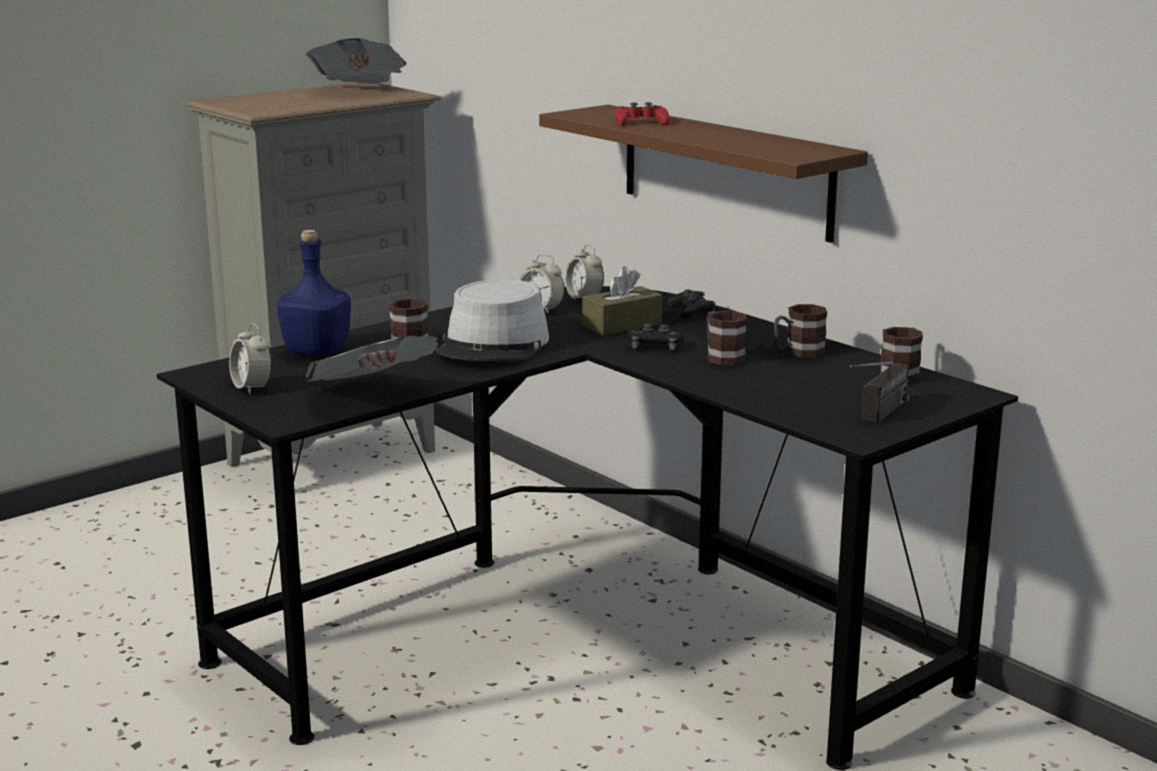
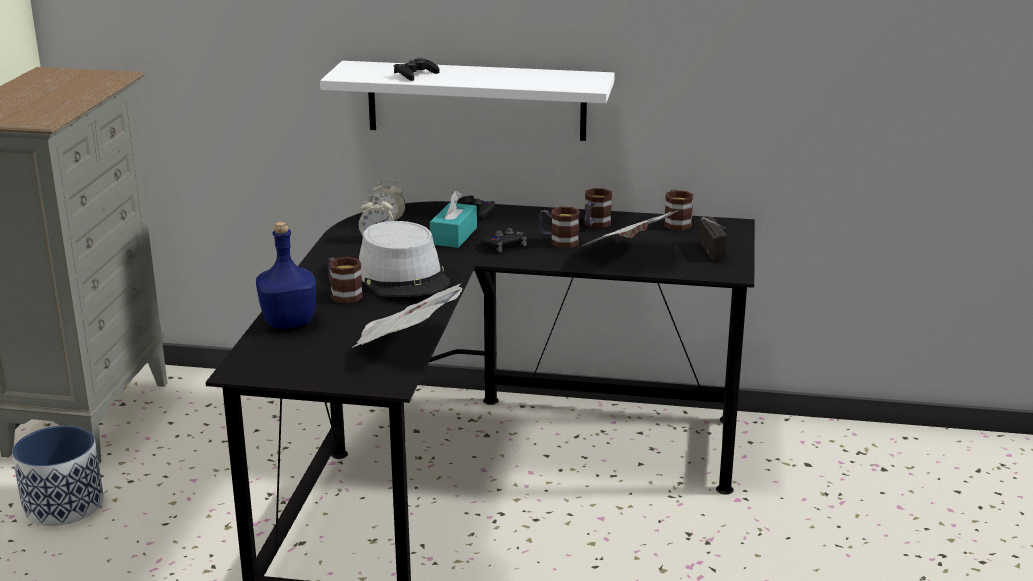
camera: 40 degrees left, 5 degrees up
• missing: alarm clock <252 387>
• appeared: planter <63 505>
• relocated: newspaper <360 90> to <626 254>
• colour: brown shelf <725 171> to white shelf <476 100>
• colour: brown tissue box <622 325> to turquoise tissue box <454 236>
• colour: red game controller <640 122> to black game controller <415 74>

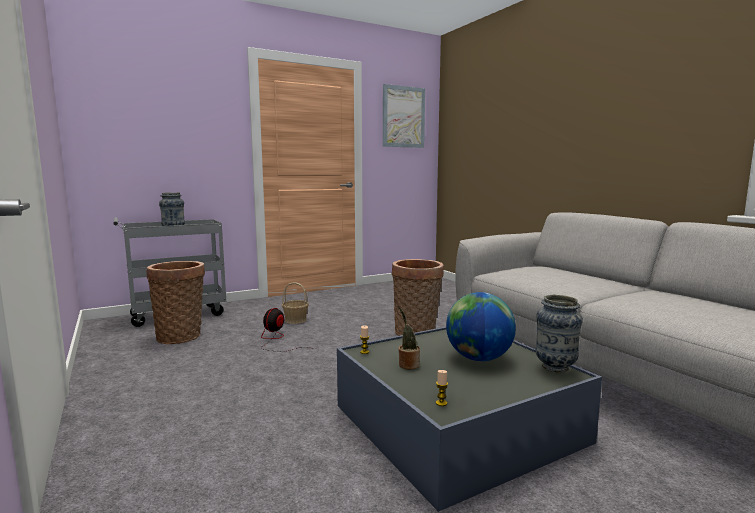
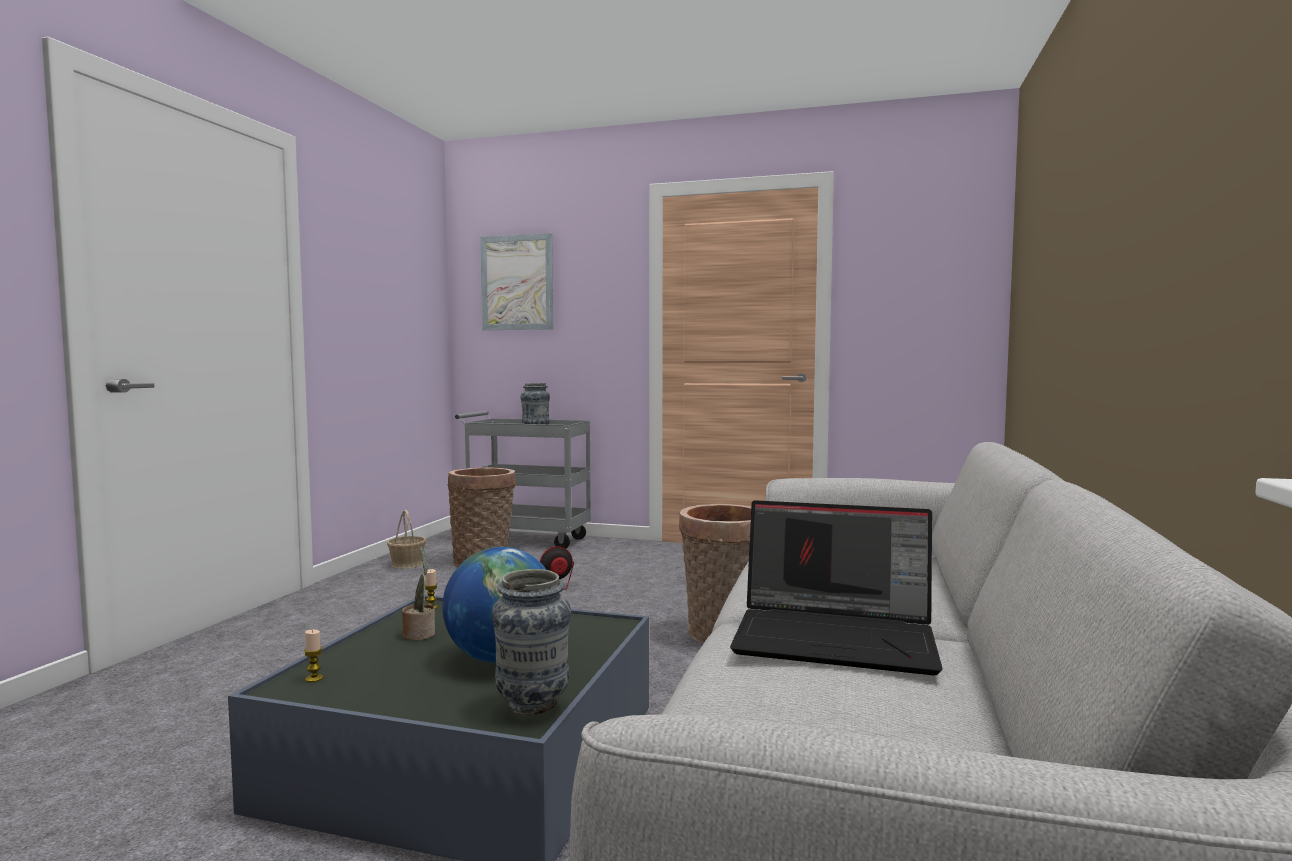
camera: 45 degrees right, 5 degrees down
• appeared: laptop <838 637>
• relocated: basket <295 320> to <407 564>
• relocated: picture <403 117> to <517 282>

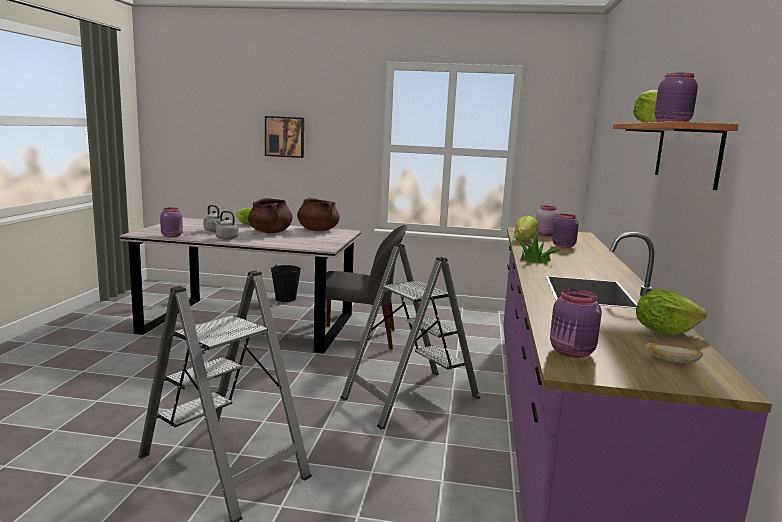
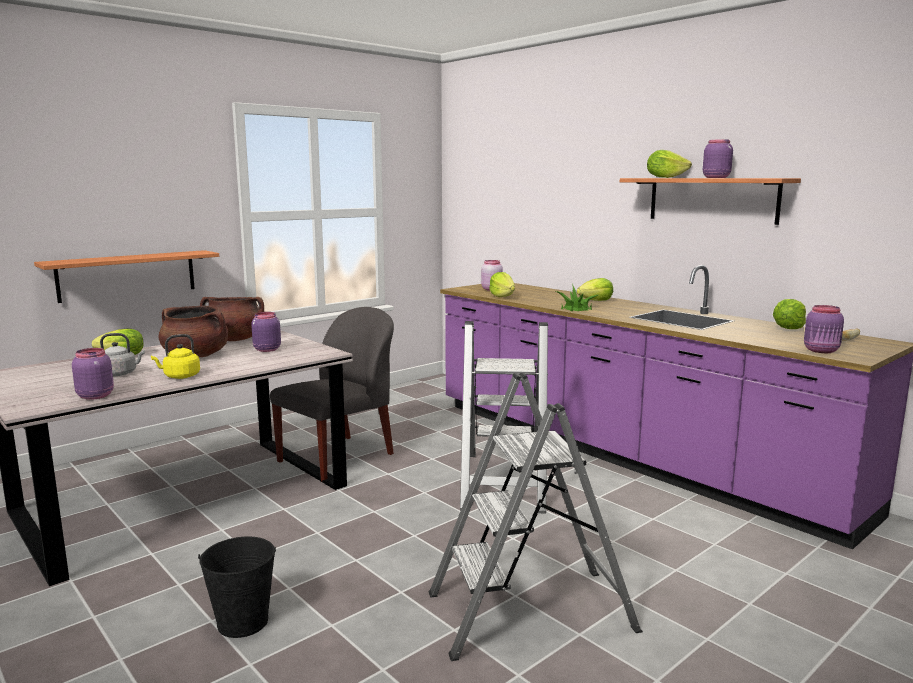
camera: 50 degrees left, 0 degrees up
• missing: picture <285 136>
• appeared: shelf <127 275>
• appeared: lettuce <595 301>
• relocated: black bucket <285 298> to <242 622>
• relocated: purple jar <563 246> to <266 349>
• colour: grey kettle <226 238> to yellow kettle <180 376>

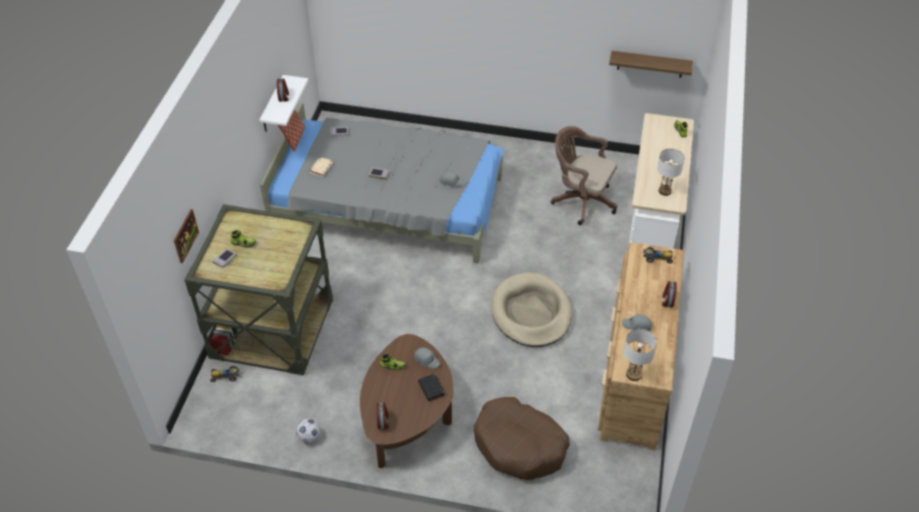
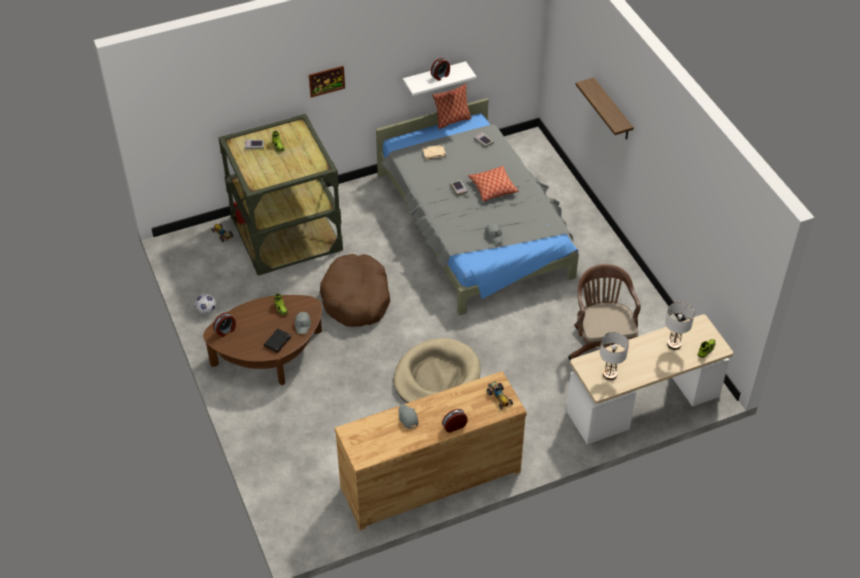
camera: 55 degrees right, 0 degrees up
• appeared: pillow <492 188>
• relocated: picture <185 236> to <326 81>
• relocated: brown dog bed <519 445> to <356 298>
• relocated: shelf <650 64> to <612 110>
• relocated: table lamp <634 374> to <674 344>

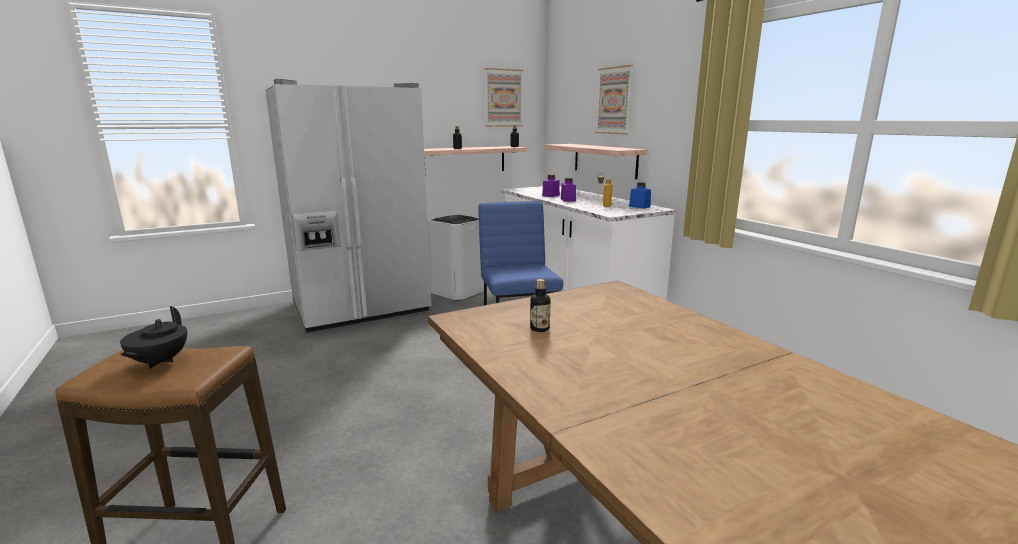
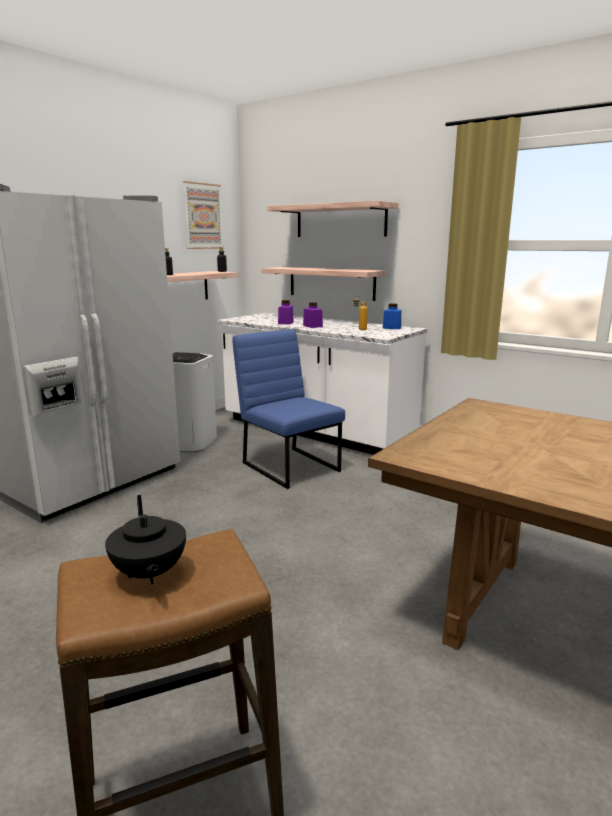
camera: 25 degrees left, 0 degrees up
• missing: bottle <539 328>
• exchanged: picture <614 100> to shelf <340 221>

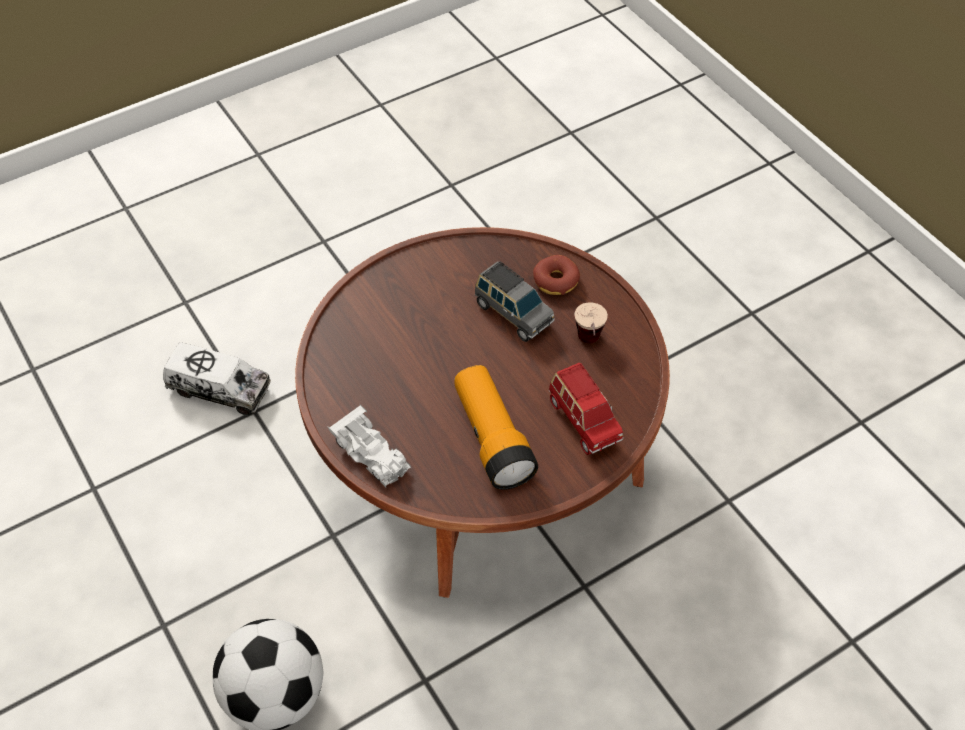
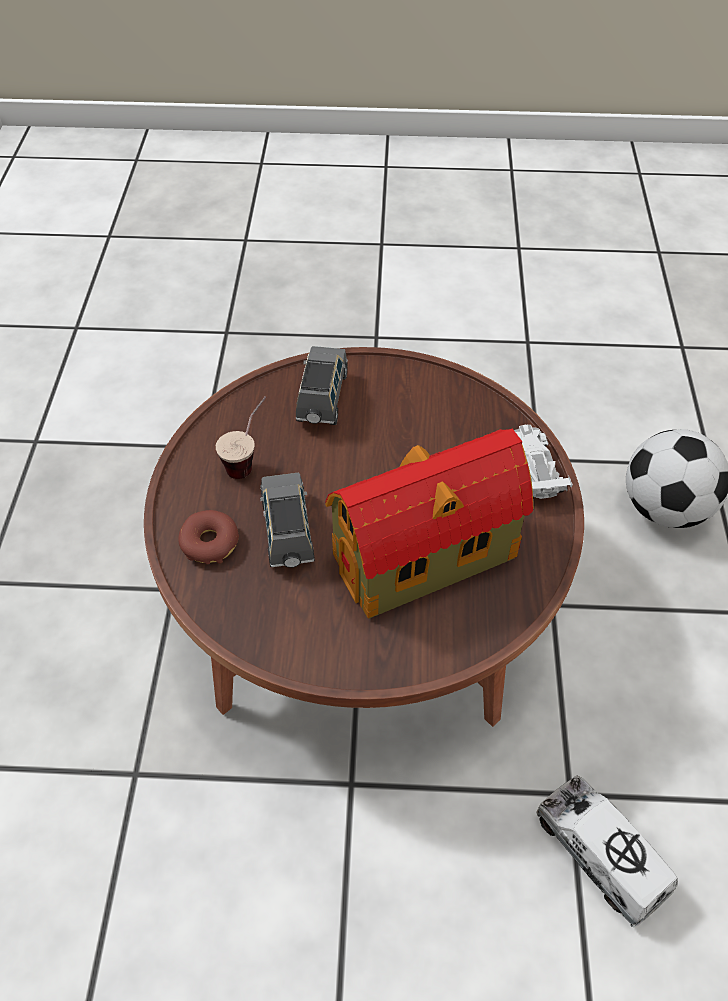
camera: 145 degrees left, 0 degrees up
• missing: flashlight <492 439>
• appeared: toy house <428 556>
• colour: red toy car <583 420> to grey toy car <322 398>

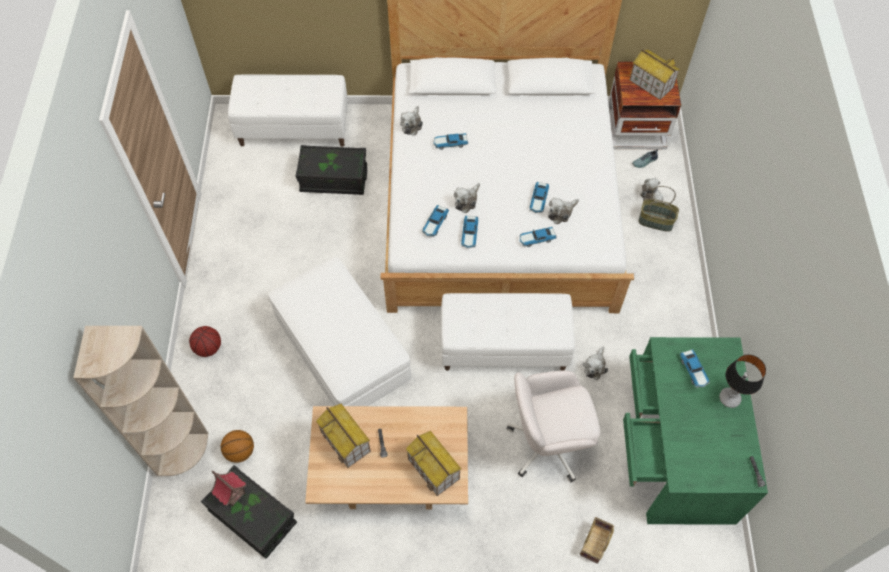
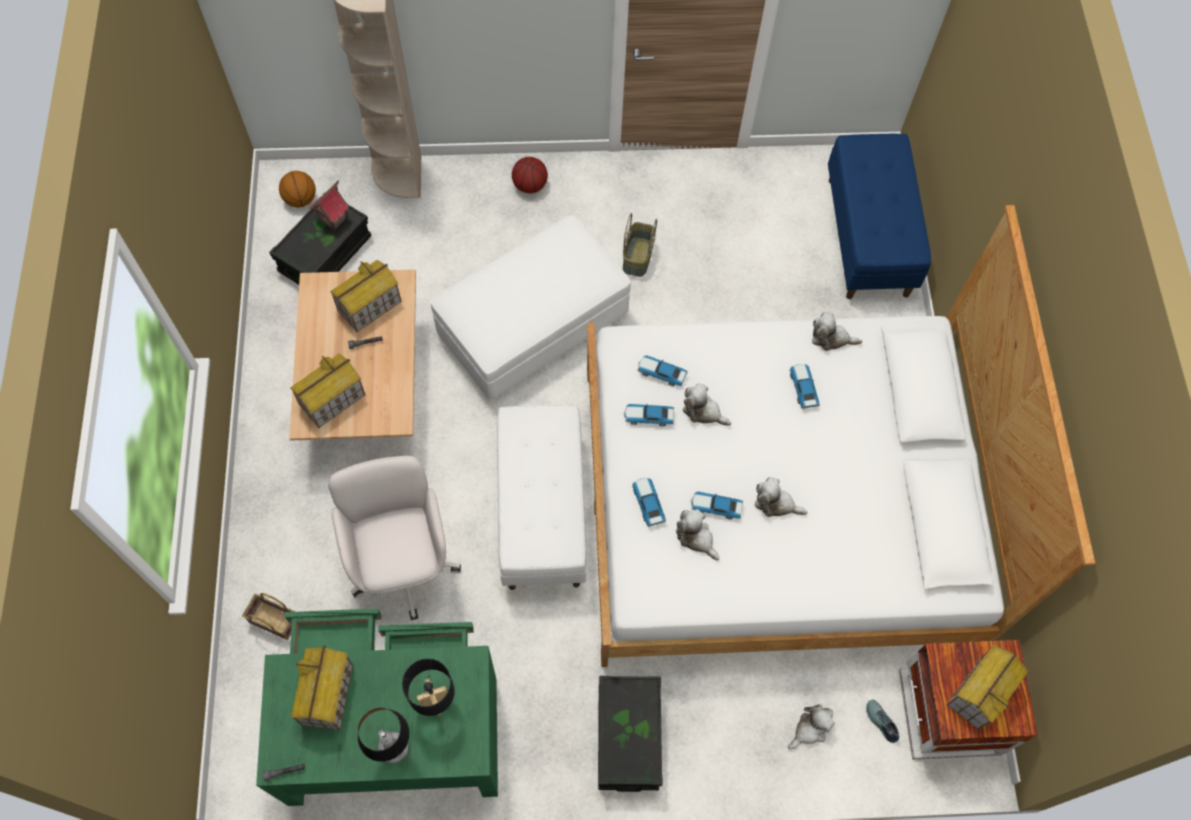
camera: 85 degrees right, 5 degrees up
• appeared: toy house <327 695>
• relocated: basketball <240 451> to <300 199>
• relocated: black storage box <334 179> to <628 737>
• relocated: plush toy <595 366> to <775 503>
• relocated: basket <656 221> to <638 257>
• exchanged: toy car <693 371> to black table lamp <435 702>
• colour: white bench <294 128> to blue bench <868 237>

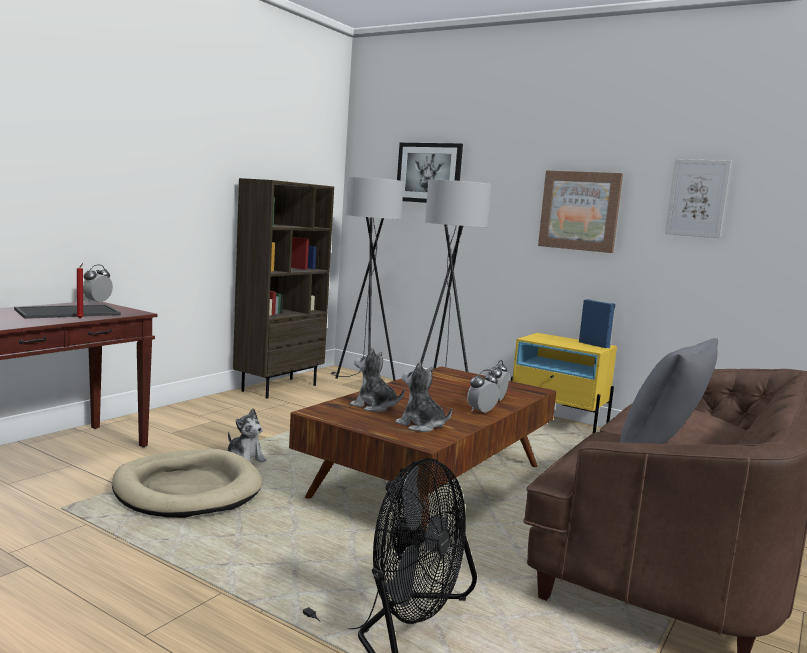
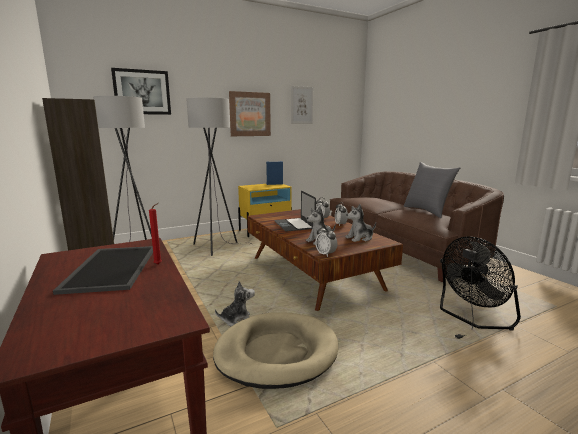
camera: 60 degrees left, 5 degrees up
• appeared: laptop <294 225>
• relocated: alarm clock <97 302> to <325 254>

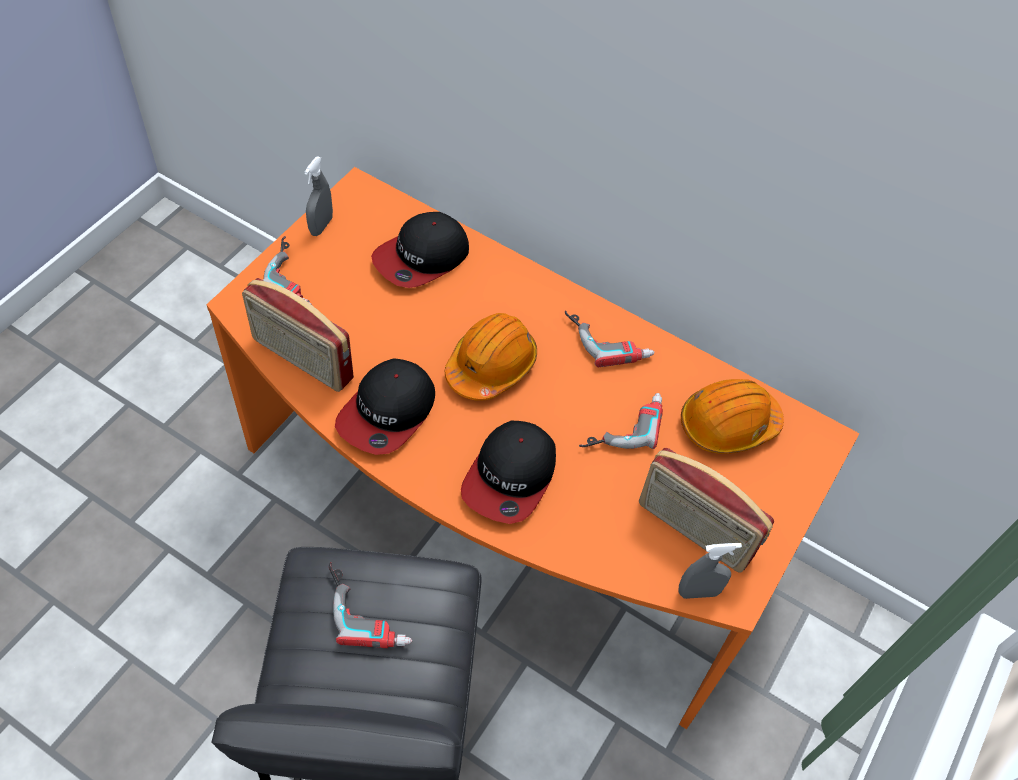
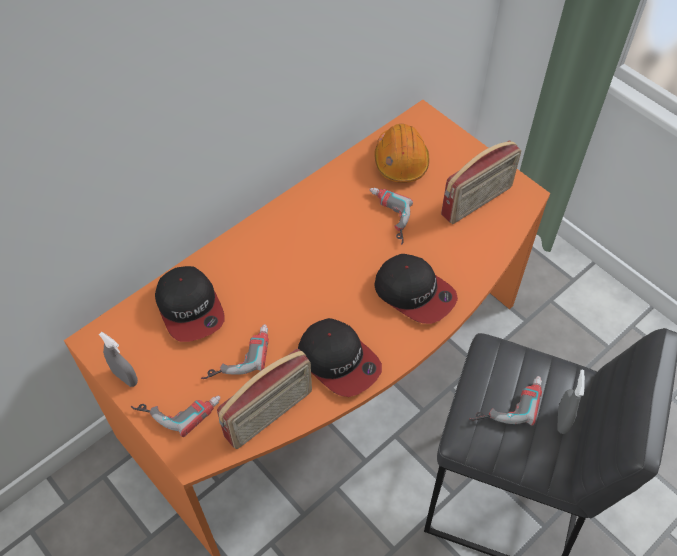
camera: 70 degrees left, 0 degrees up
• missing: orange hard hat <491 365>
• relocated: power drill <608 338> to <237 354>
• relocated: grey spray bottle <698 592> to <562 420>

